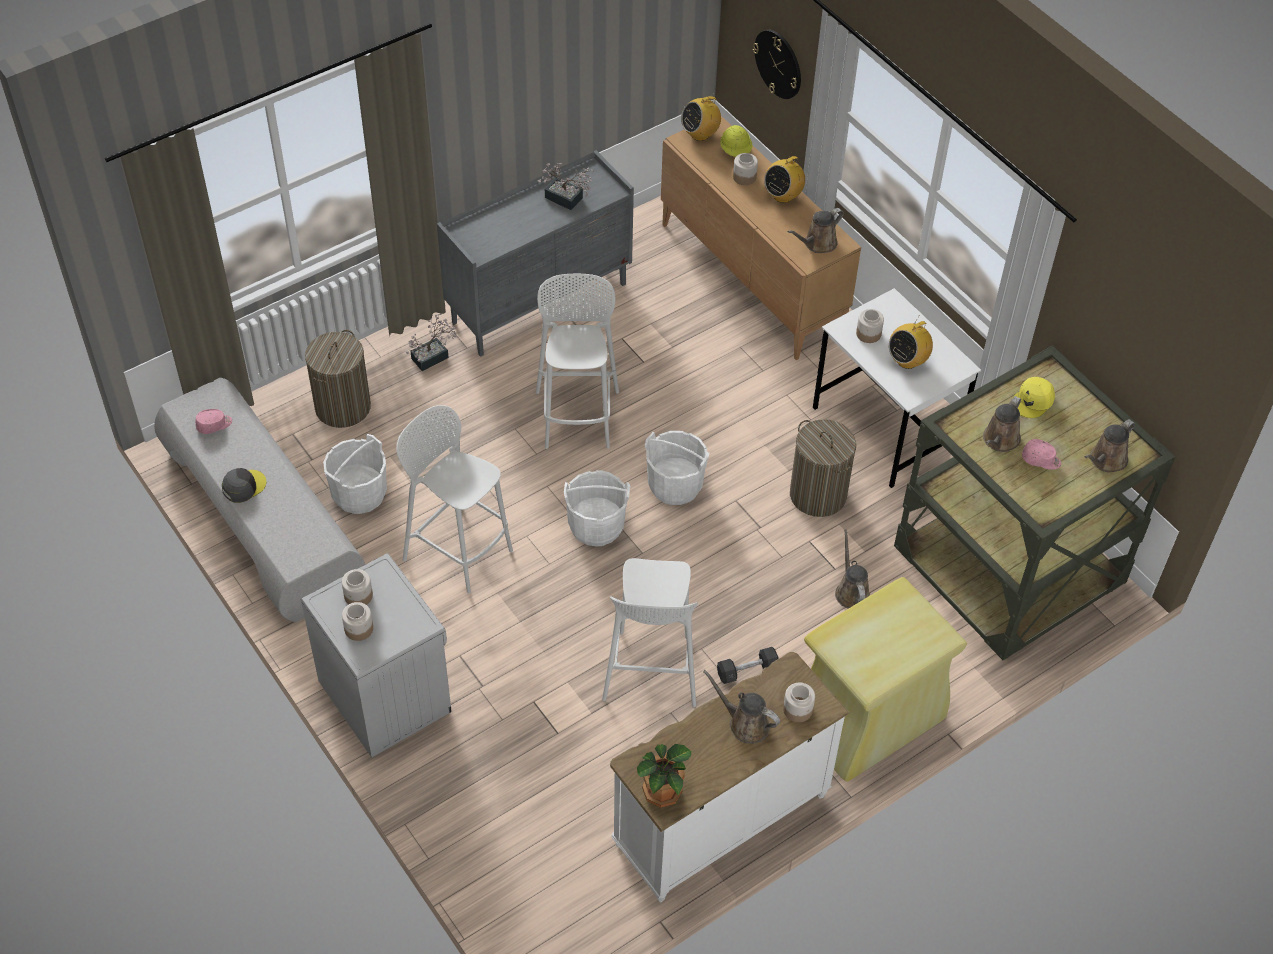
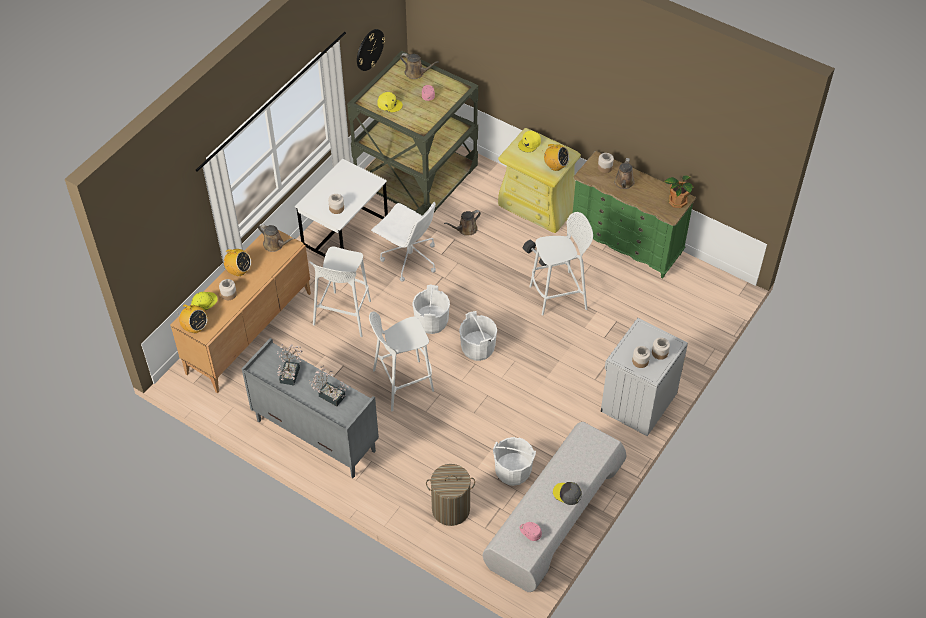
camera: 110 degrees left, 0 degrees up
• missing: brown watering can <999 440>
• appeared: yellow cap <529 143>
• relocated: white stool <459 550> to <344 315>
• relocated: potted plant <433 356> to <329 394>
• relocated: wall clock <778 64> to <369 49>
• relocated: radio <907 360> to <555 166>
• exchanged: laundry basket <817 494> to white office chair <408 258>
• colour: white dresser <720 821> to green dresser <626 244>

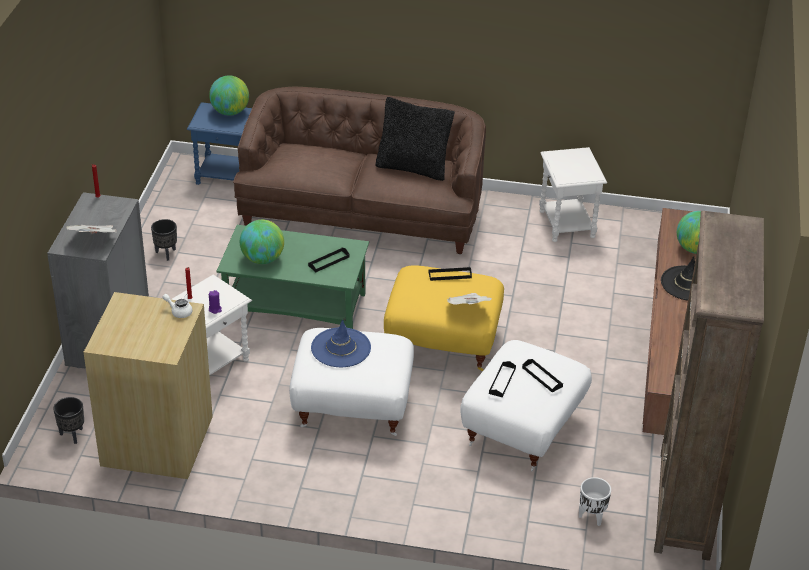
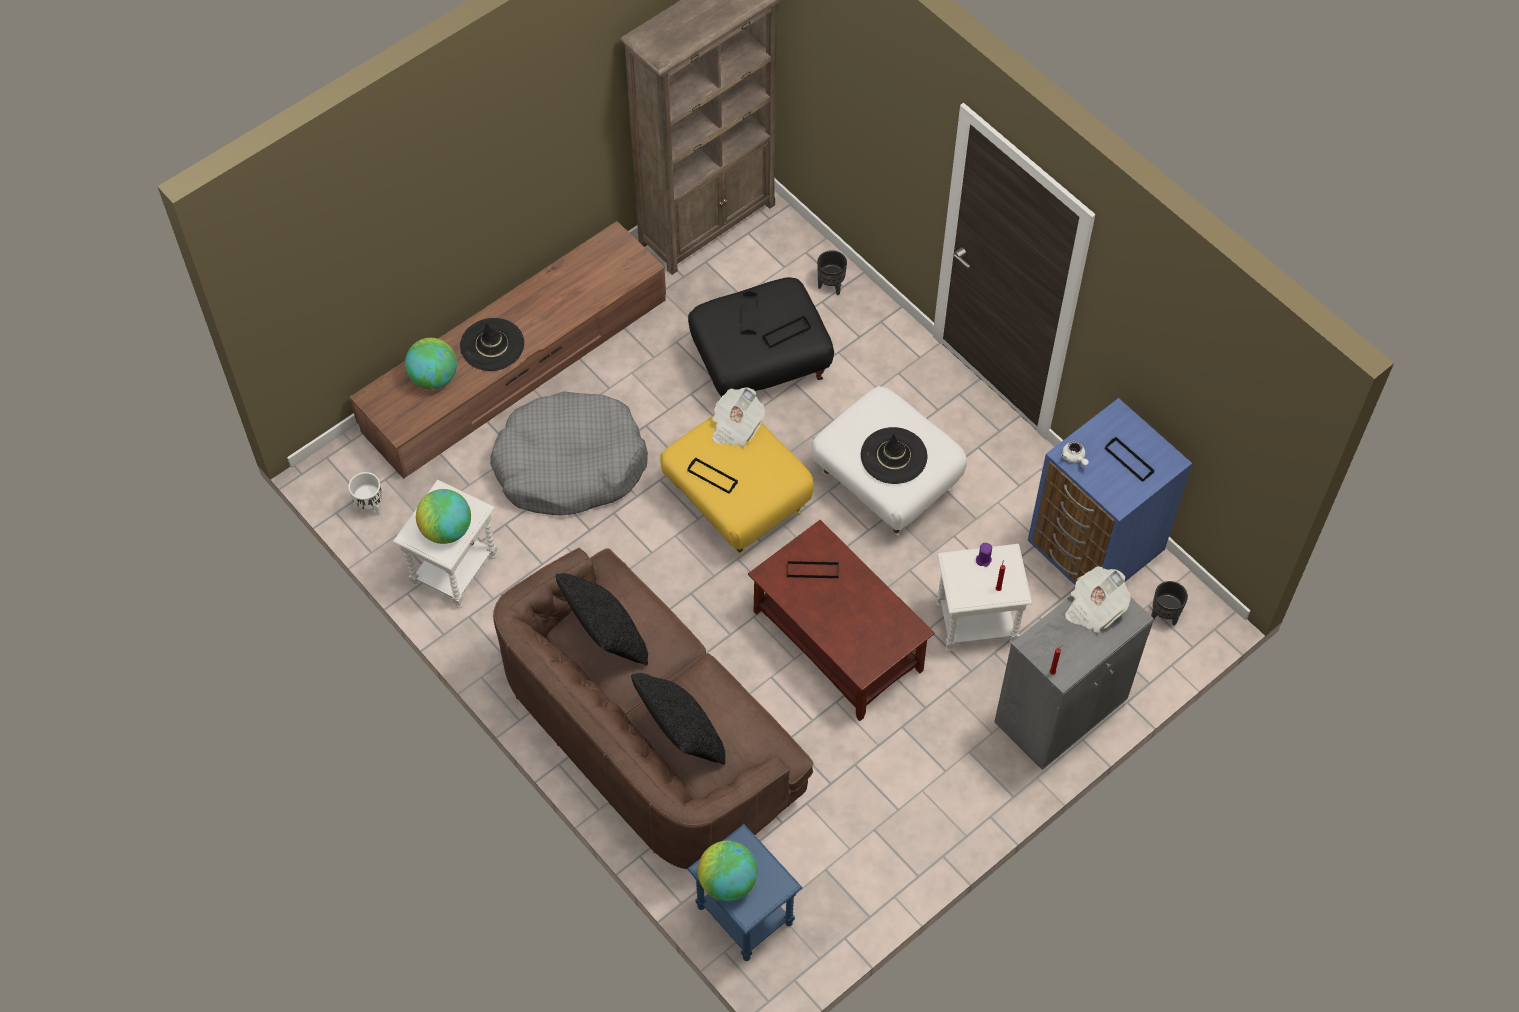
camera: 140 degrees left, 20 degrees up
• appeared: grey dog bed <570 465>
• appeared: black pillow <681 736>
• appeared: black tray <1129 460>
• relocated: black planter <166 253> to <831 286>
• relocated: globe <262 259> to <446 530>
• relocated: white planter <592 517> to <370 507>
• colour: brown dresser <158 447> to blue dresser <1093 551>
• colour: green coffee table <296 306> to brown coffee table <836 640>
• colour: blue hat <340 348> to black hat <893 456>
• colour: white ottoman <523 430> to black ottoman <761 364>

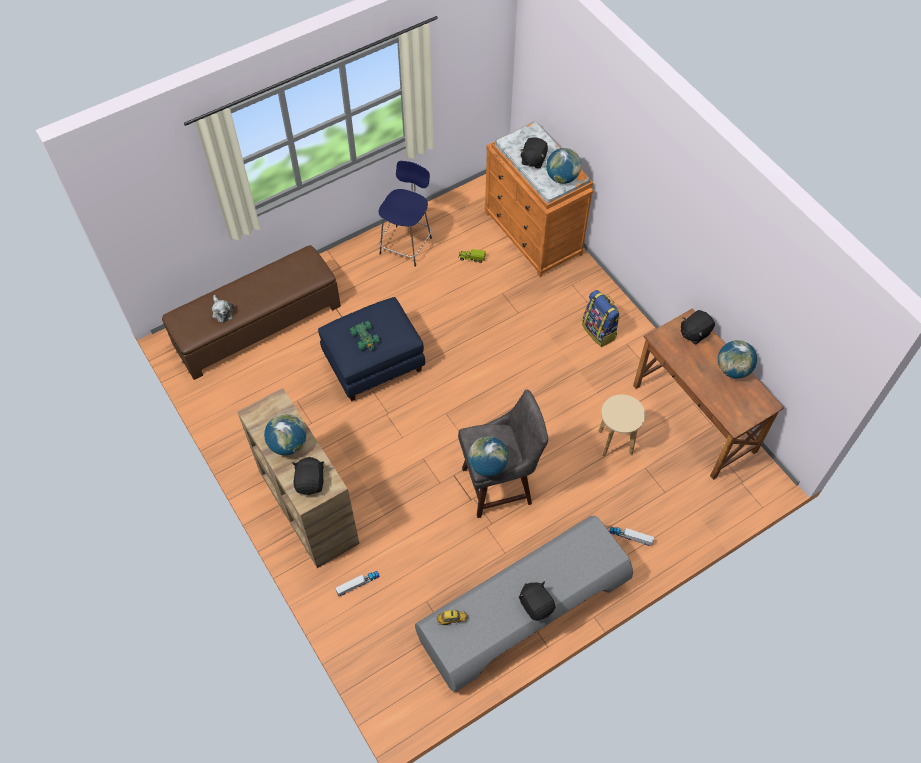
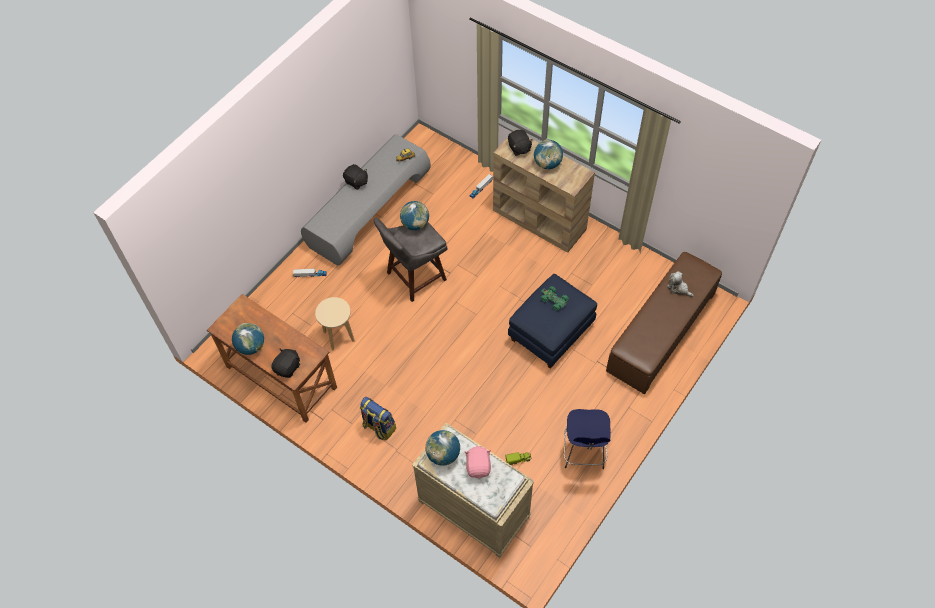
camera: 160 degrees right, 0 degrees up
• colour: orange dresser <533 234> to beige dresser <473 508>
• colour: black plush toy <533 160> to pink plush toy <478 466>

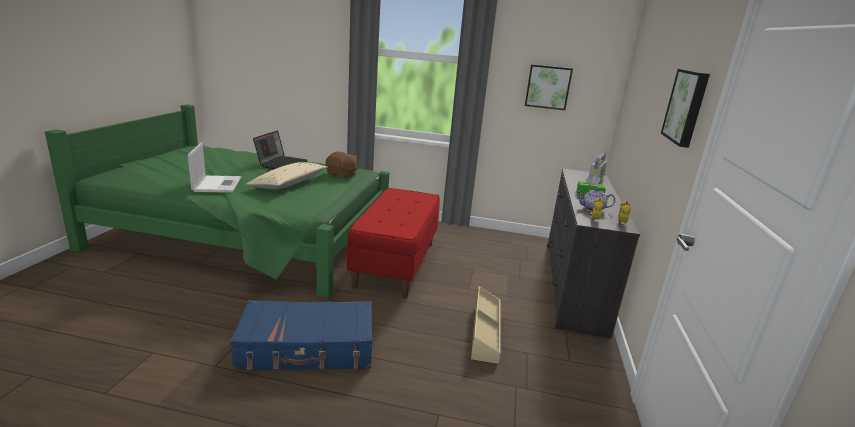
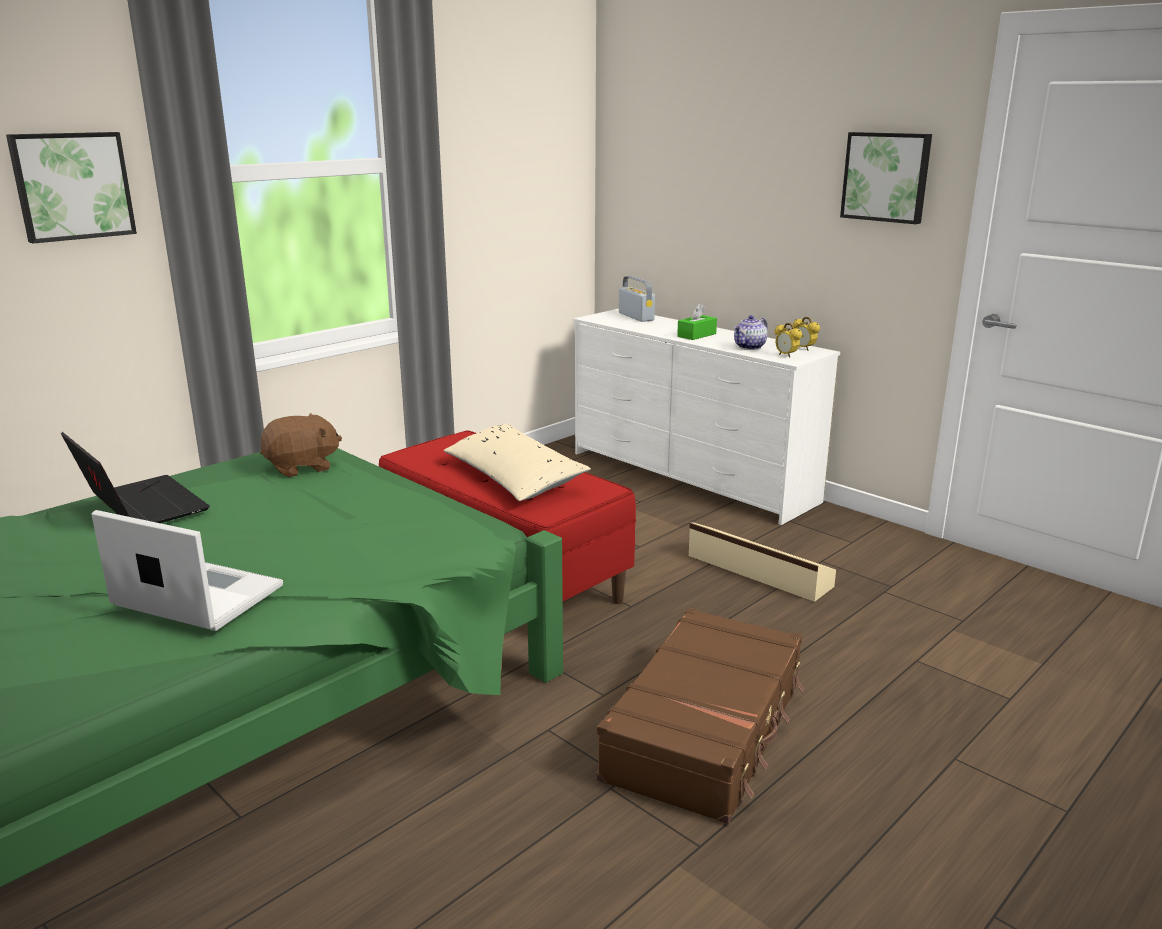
camera: 55 degrees left, 0 degrees up
• relocated: beige pillow <289 184> to <514 477>
• relocated: picture <548 87> to <72 186>
• colour: blue suitcase <307 348> to brown suitcase <707 730>
• colour: black dresser <572 284> to white dresser <689 477>

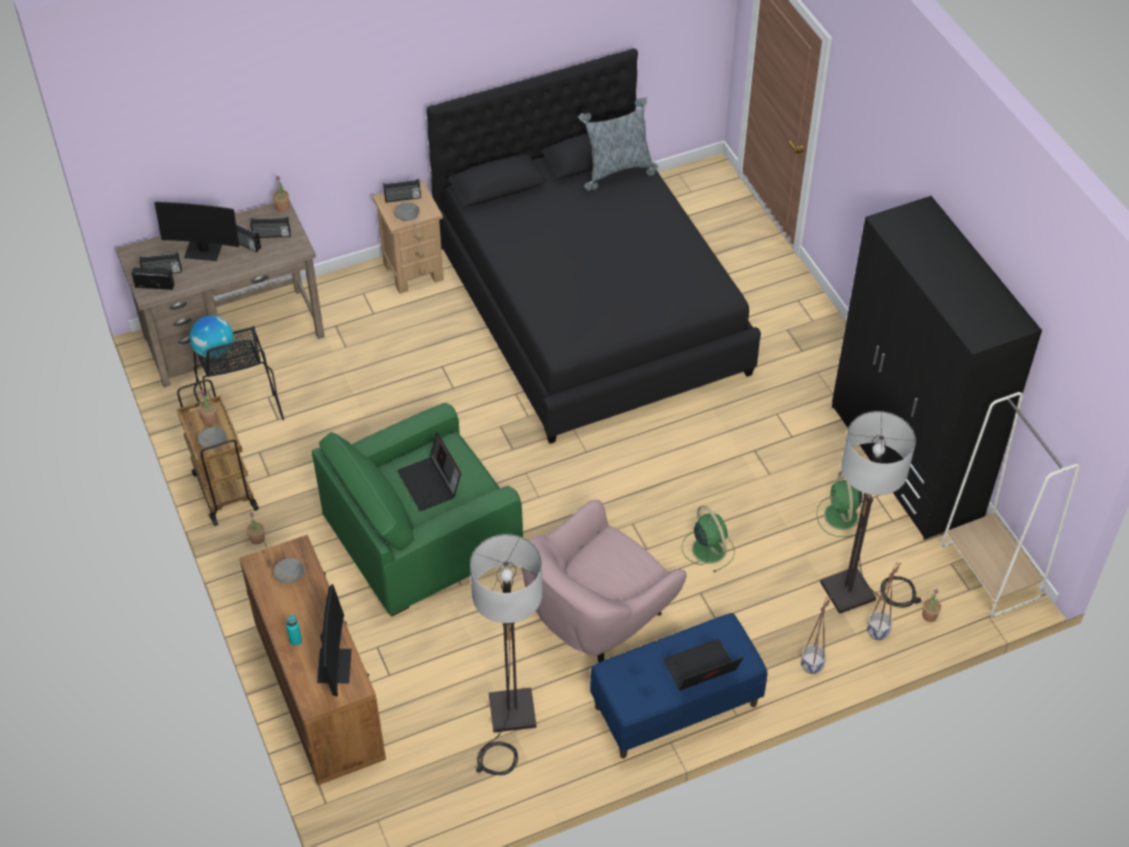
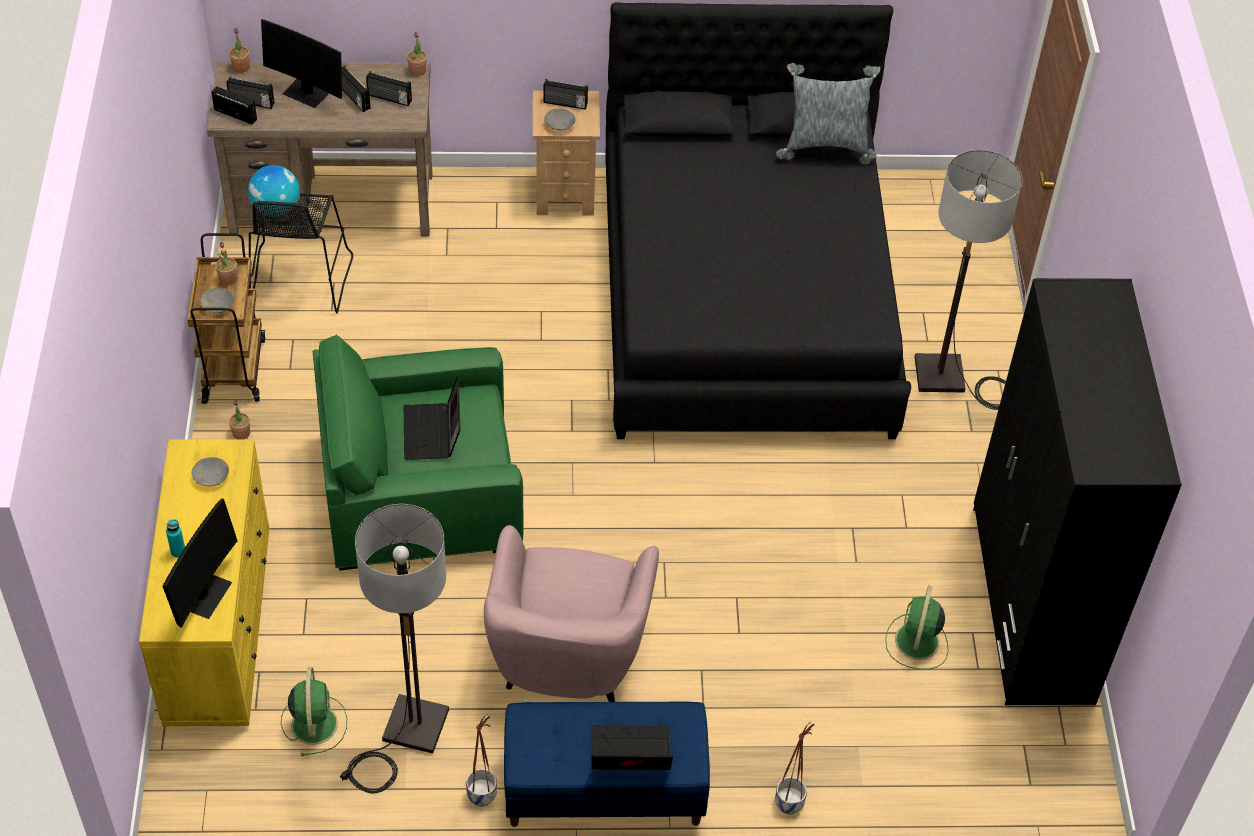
camera: 20 degrees right, 0 degrees up
• missing: clothes rack <989 572>
• relocated: green fan <708 548> to <314 722>
• relocated: floor lamp <862 592> to <955 381>
• relocated: planter <877 632> to <481 795>
• relocated: potted plant <929 615> to <241 67>
• colour: brown dresser <319 692> to yellow dresser <218 626>
• spun: pink armchair <598 618> = <567 656> 60 degrees counterclockwise

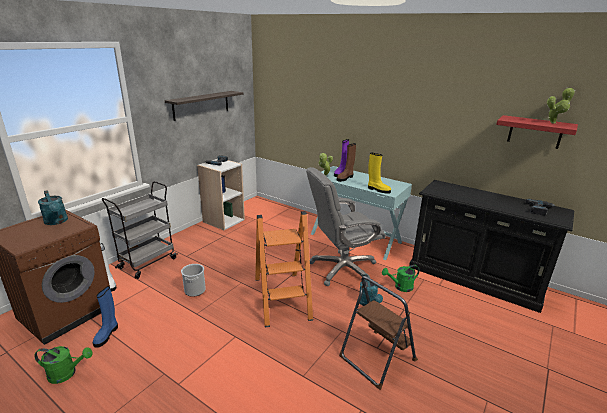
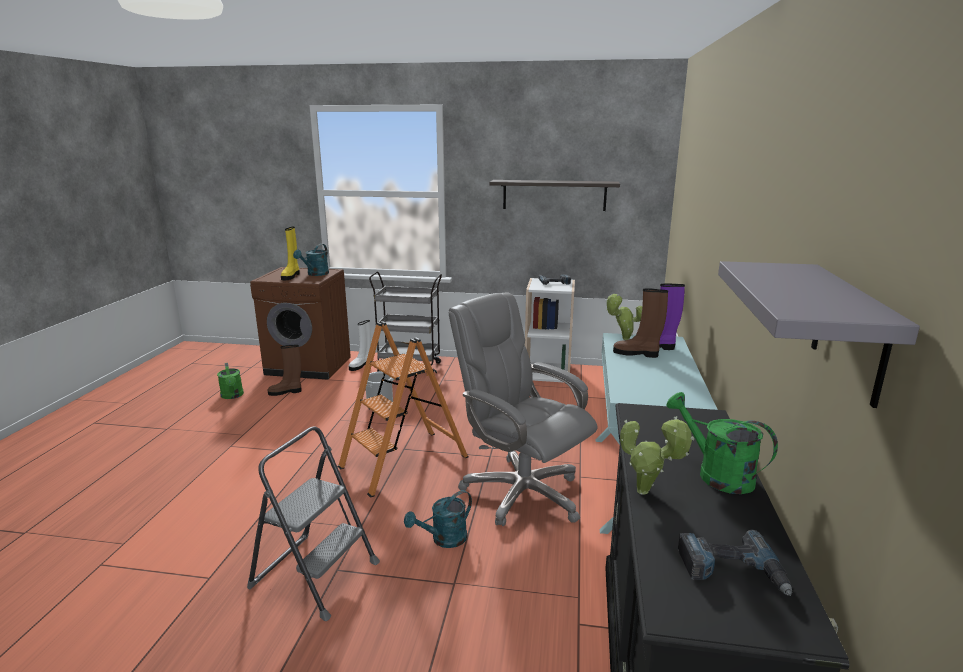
camera: 65 degrees right, 5 degrees down
• relocated: yellow boot <378 190> to <291 276>
• relocated: green watering can <400 287> to <716 474>
• relocated: potted plant <554 122> to <646 492>
• colour: blue boot <107 335> to brown boot <286 392>
• colour: brown step ladder <375 358> to grey step ladder <311 572>
• colour: red shelf <535 132> to grey shelf <850 332>

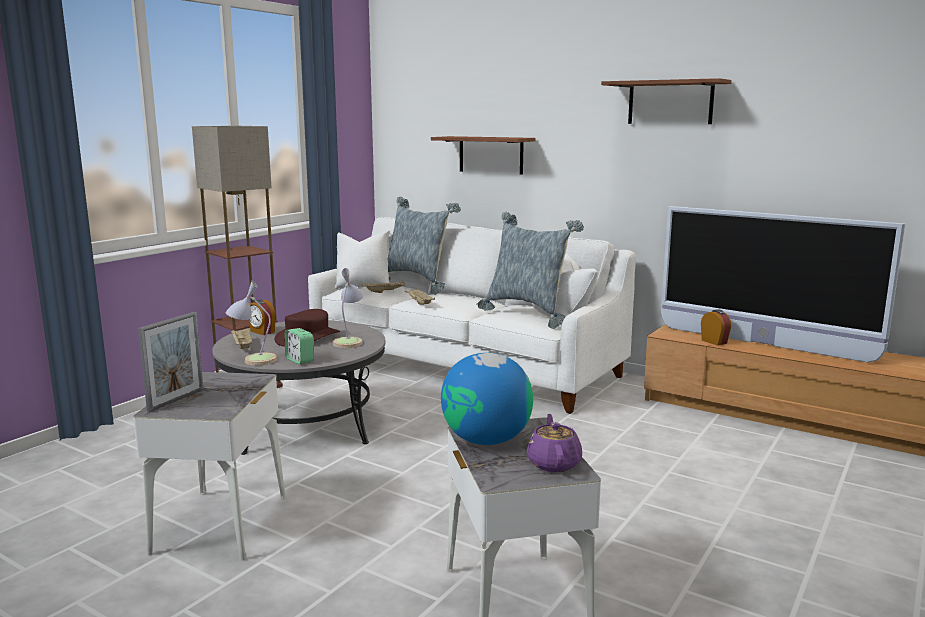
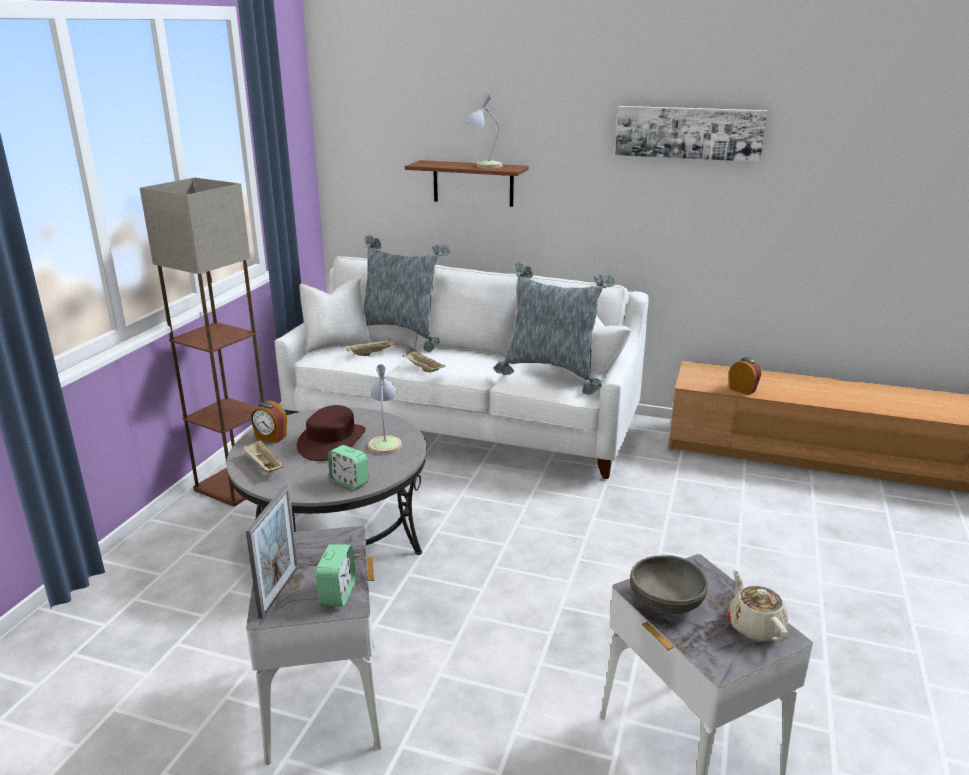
camera: 15 degrees left, 10 degrees up
• missing: television <763 344>
• appeared: alarm clock <338 593>
• relocated: table lamp <253 360> to <483 166>
• exchanged: globe <486 440> to grey bowl <666 602>
• exchanged: shelf <670 102> to picture <688 133>
• colour: purple teapot <554 463> to beige teapot <754 626>

